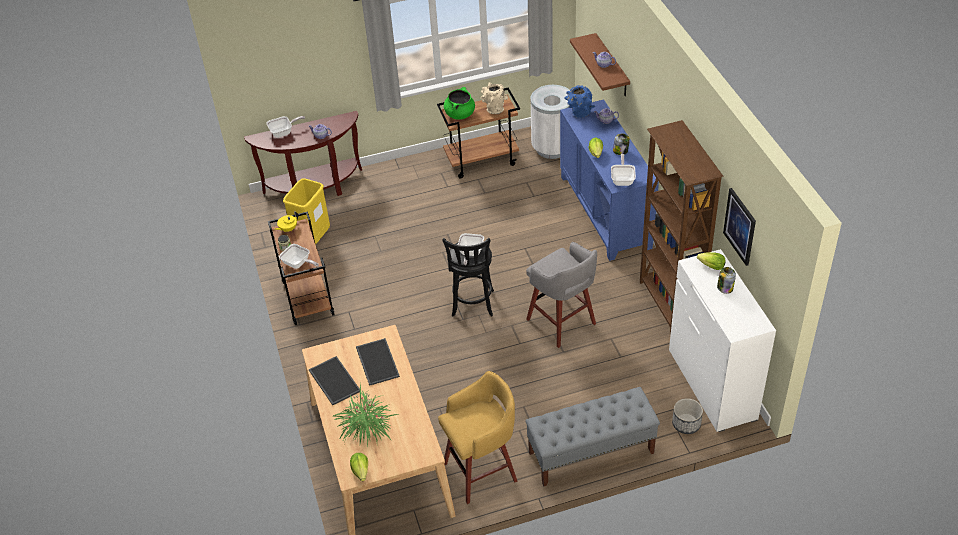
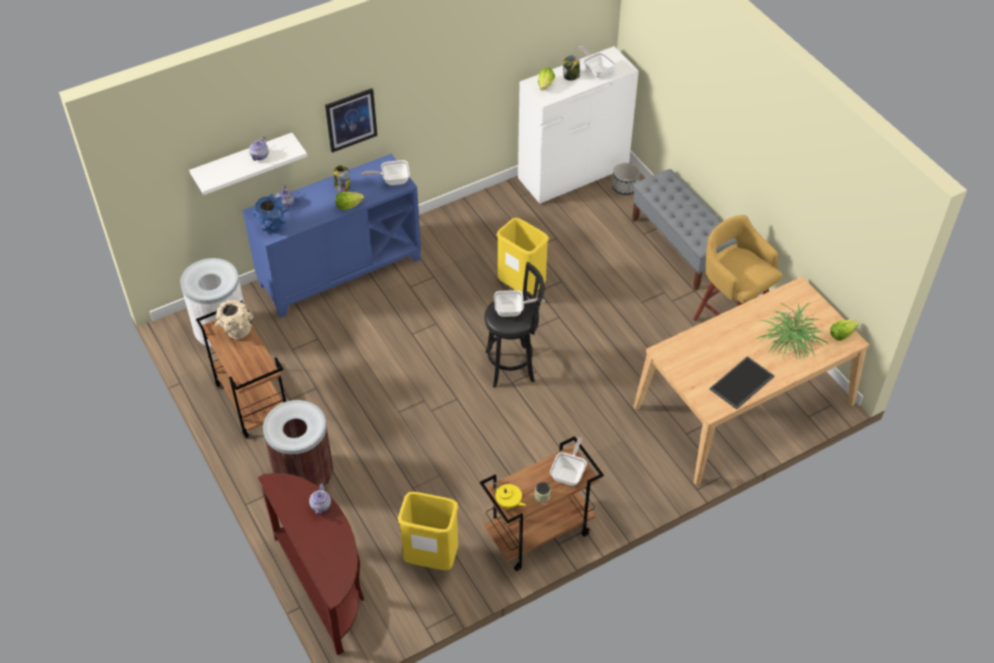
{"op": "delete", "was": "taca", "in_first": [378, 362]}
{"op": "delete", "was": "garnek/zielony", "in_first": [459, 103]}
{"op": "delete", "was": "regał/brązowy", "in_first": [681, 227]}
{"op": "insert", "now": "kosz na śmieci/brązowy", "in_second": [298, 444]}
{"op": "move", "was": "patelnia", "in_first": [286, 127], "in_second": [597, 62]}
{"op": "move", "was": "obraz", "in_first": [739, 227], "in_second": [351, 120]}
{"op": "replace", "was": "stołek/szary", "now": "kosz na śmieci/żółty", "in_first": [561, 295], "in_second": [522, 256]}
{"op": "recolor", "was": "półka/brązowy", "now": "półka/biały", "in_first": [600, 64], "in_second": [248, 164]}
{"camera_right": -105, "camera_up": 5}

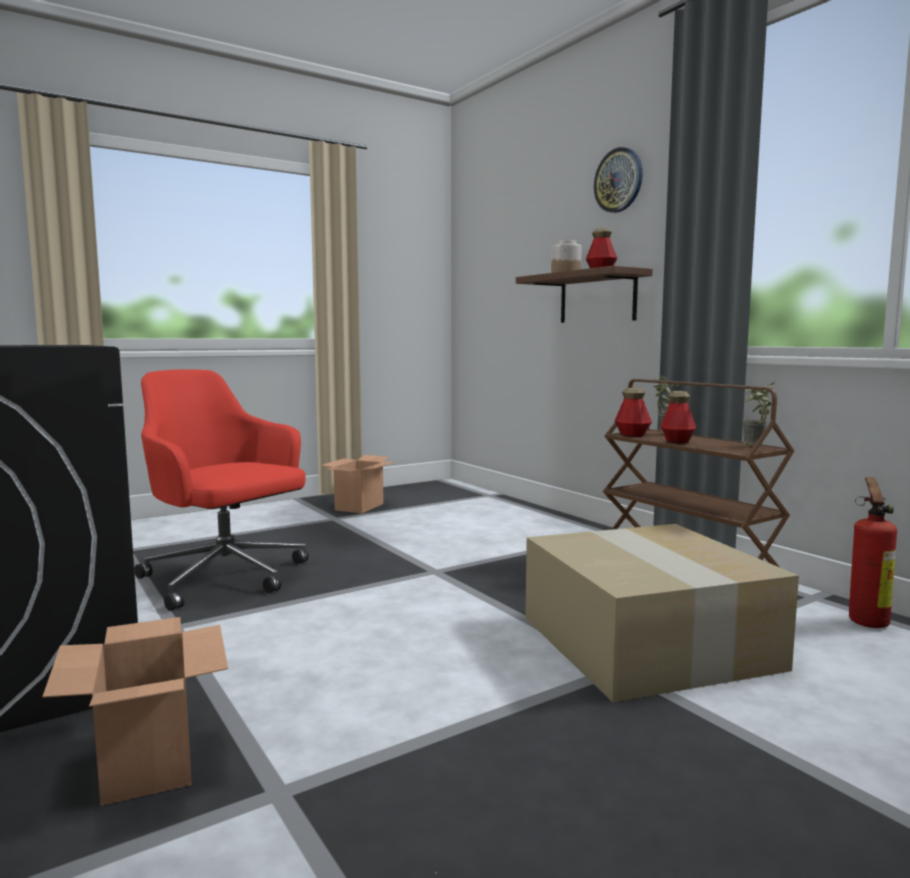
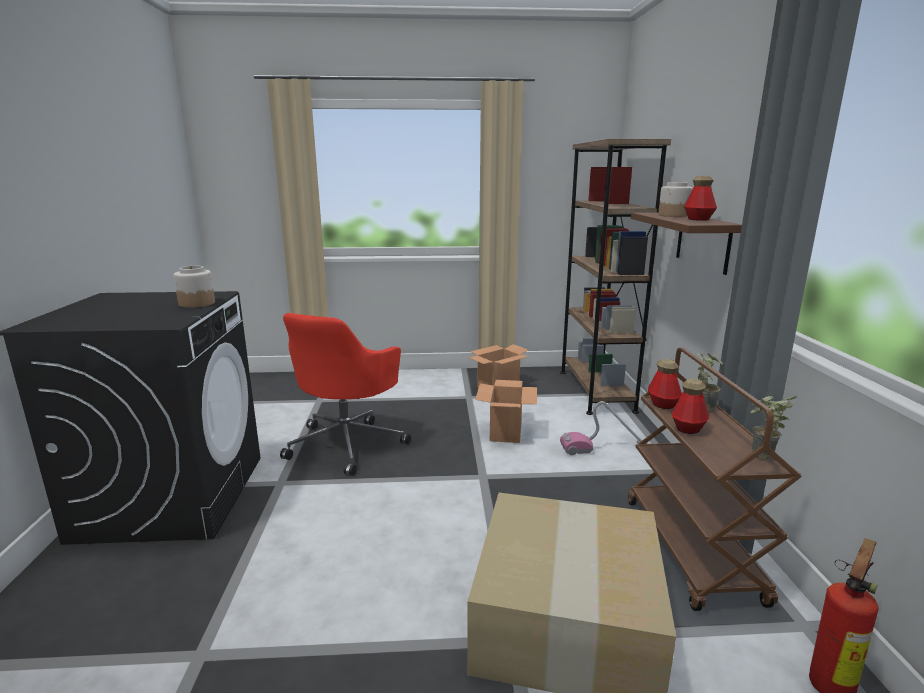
{"op": "delete", "was": "zegar ścienny", "in_first": [618, 180]}
{"op": "insert", "now": "słoik", "in_second": [194, 287]}
{"op": "insert", "now": "regał/brązowy", "in_second": [615, 277]}
{"op": "insert", "now": "odkurzacz", "in_second": [604, 428]}
{"op": "move", "was": "karton", "in_first": [135, 711], "in_second": [506, 411]}
{"op": "rotate", "was": "krzesło biurowe/czerwony", "in_first": [221, 490], "in_second": [345, 394], "clockwise": -135}
{"camera_right": 30, "camera_up": 10}

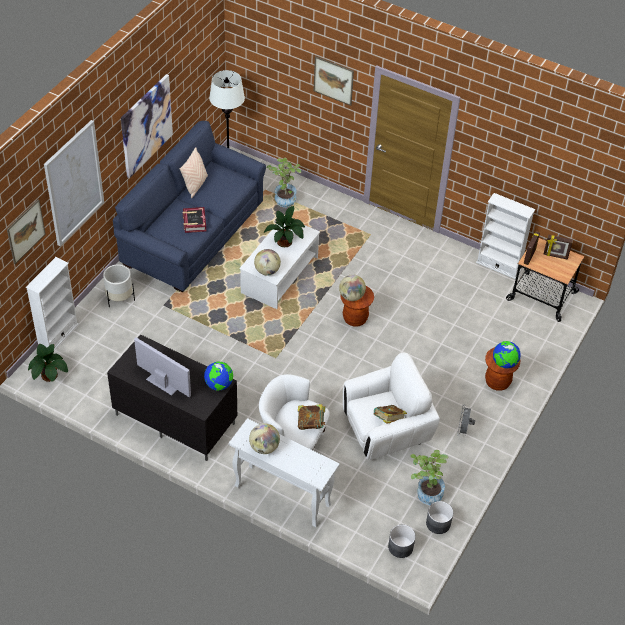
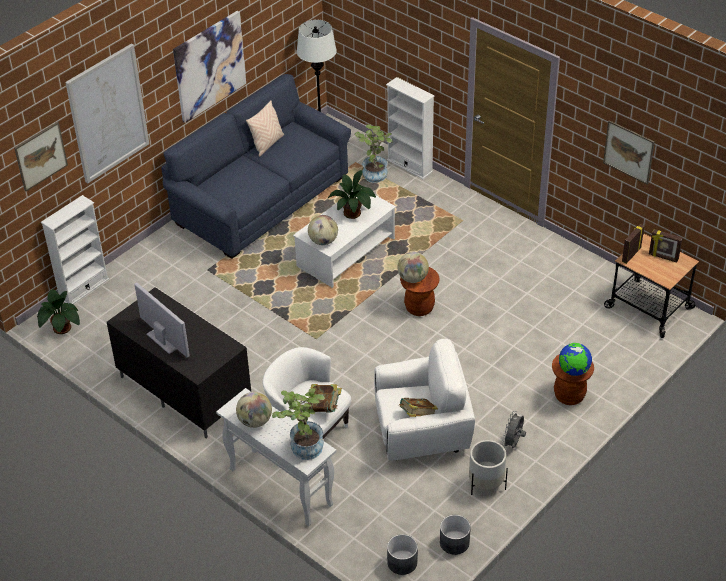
{"op": "delete", "was": "książka", "in_first": [194, 220]}
{"op": "delete", "was": "globus", "in_first": [218, 376]}
{"op": "move", "was": "donica/biały", "in_first": [119, 286], "in_second": [488, 467]}
{"op": "move", "was": "obraz", "in_first": [334, 81], "in_second": [629, 152]}
{"op": "move", "was": "roślina doniczkowa", "in_first": [430, 477], "in_second": [298, 424]}
{"op": "move", "was": "regał/biały", "in_first": [505, 236], "in_second": [410, 128]}
{"camera_right": 15, "camera_up": -5}

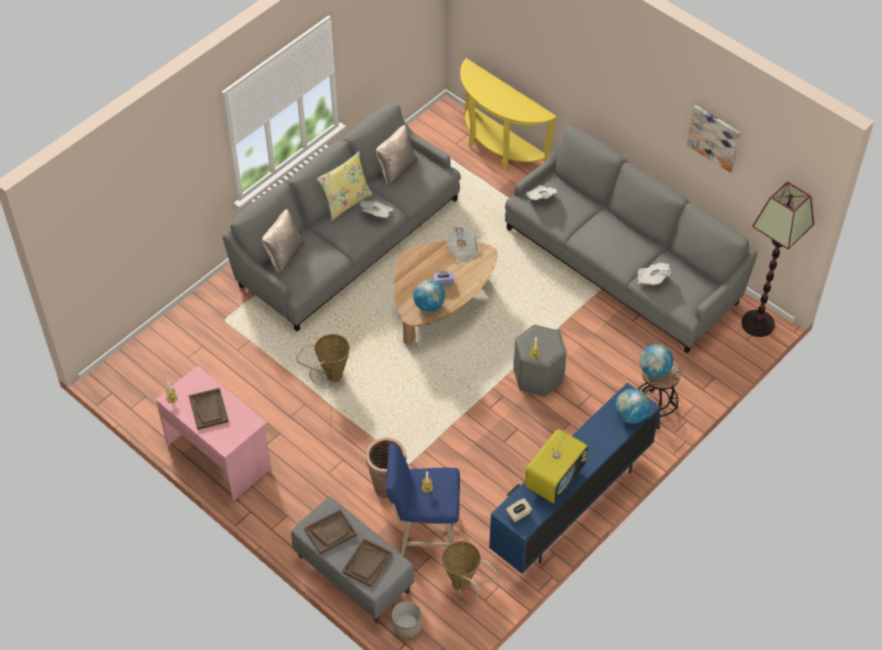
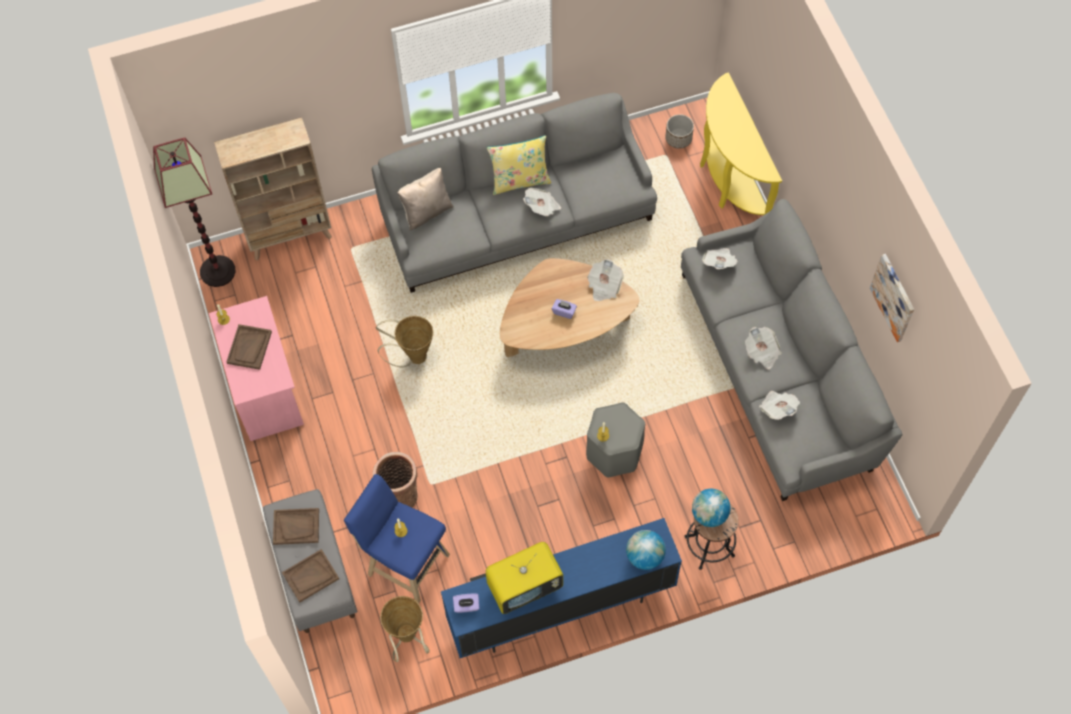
{"op": "delete", "was": "poduszka/beżowy", "in_first": [397, 155]}
{"op": "delete", "was": "globus", "in_first": [429, 296]}
{"op": "insert", "now": "regał/beżowy", "in_second": [273, 189]}
{"op": "insert", "now": "gazeta", "in_second": [763, 348]}
{"op": "move", "was": "donica", "in_first": [407, 619], "in_second": [679, 131]}
{"op": "move", "was": "lampa stojąca", "in_first": [778, 259], "in_second": [194, 212]}
{"op": "recolor", "was": "pudełko chusteczek/beżowy", "now": "pudełko chusteczek/fioletowy", "in_first": [519, 510], "in_second": [466, 603]}
{"camera_right": 30, "camera_up": 10}

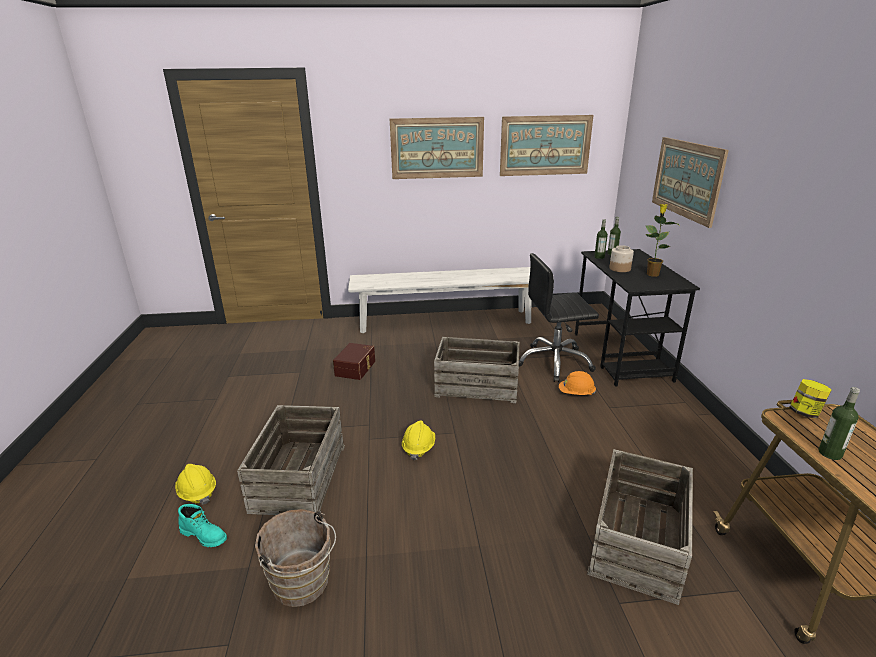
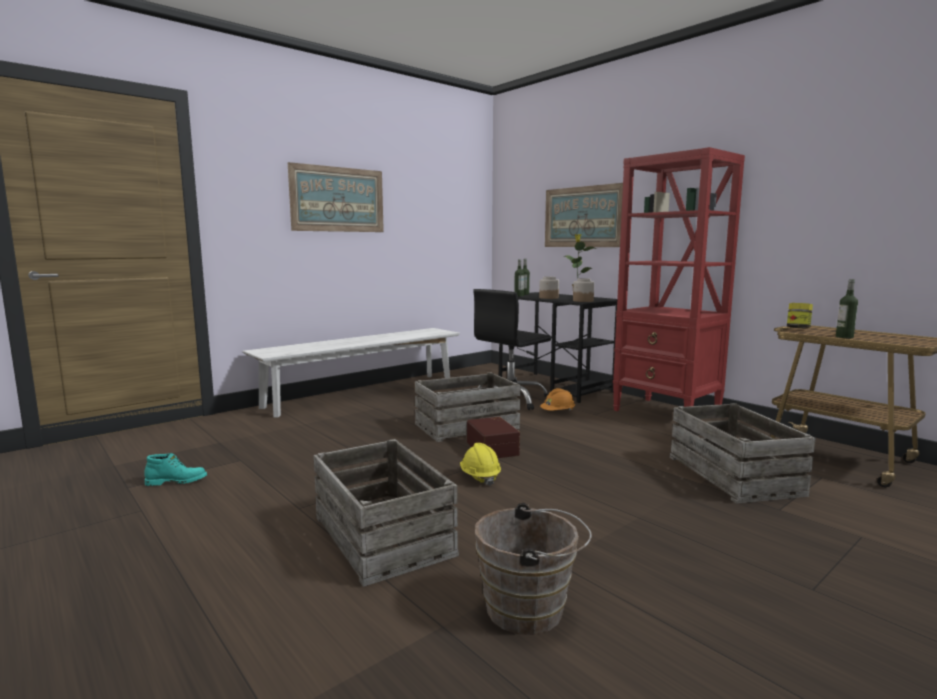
{"op": "delete", "was": "kask/żółty", "in_first": [195, 484]}
{"op": "delete", "was": "obraz", "in_first": [546, 145]}
{"op": "insert", "now": "słoik", "in_second": [583, 290]}
{"op": "insert", "now": "regał/czerwony", "in_second": [679, 279]}
{"op": "move", "was": "but z cholewką/turkusowy", "in_first": [202, 525], "in_second": [175, 469]}
{"op": "move", "was": "pojemnik do przechowywania/brązowy", "in_first": [354, 361], "in_second": [493, 437]}
{"camera_right": -35, "camera_up": -15}

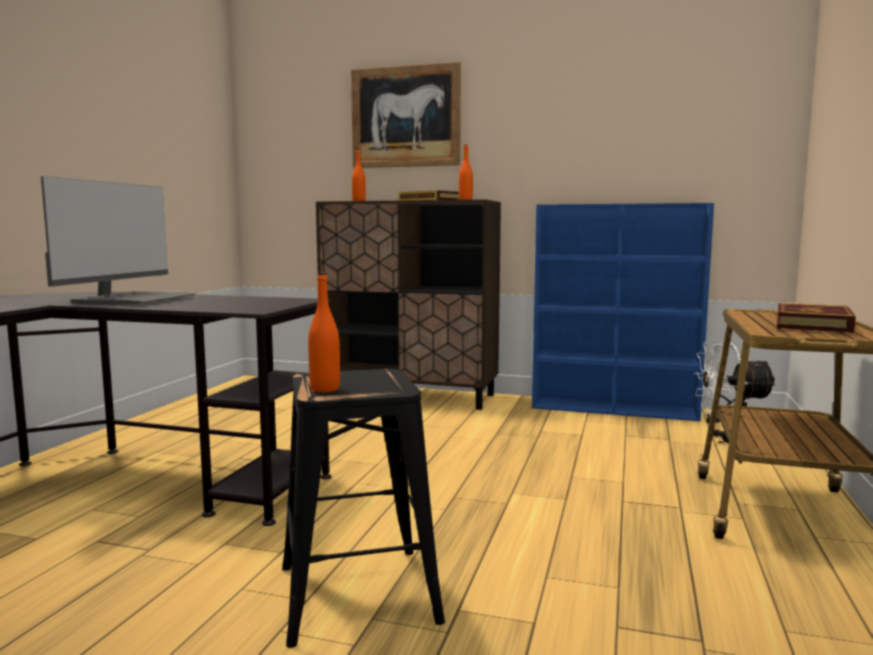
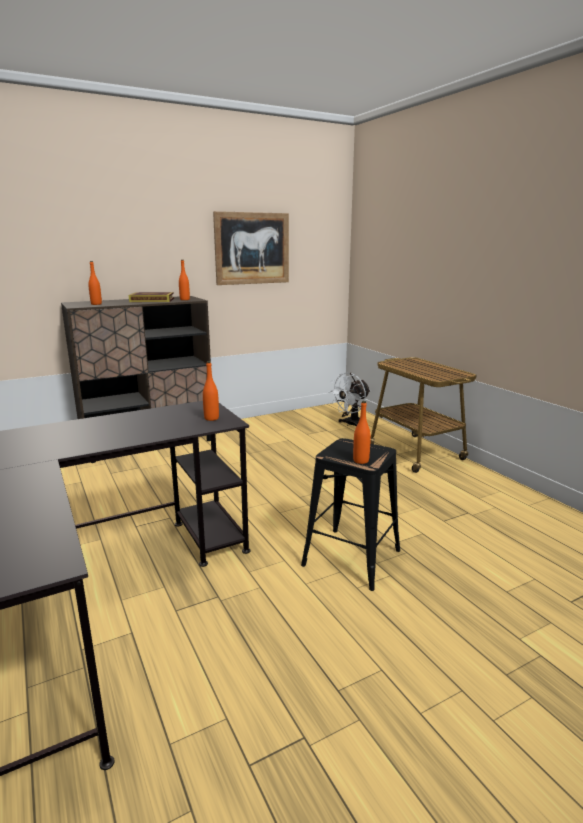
{"op": "delete", "was": "monitor", "in_first": [118, 240]}
{"op": "delete", "was": "regał/niebieski", "in_first": [623, 312]}
{"op": "delete", "was": "książka", "in_first": [816, 318]}
{"op": "insert", "now": "butelka/pomarańczowy", "in_second": [211, 391]}
{"op": "move", "was": "obraz", "in_first": [406, 115], "in_second": [251, 248]}
{"camera_right": -45, "camera_up": 10}

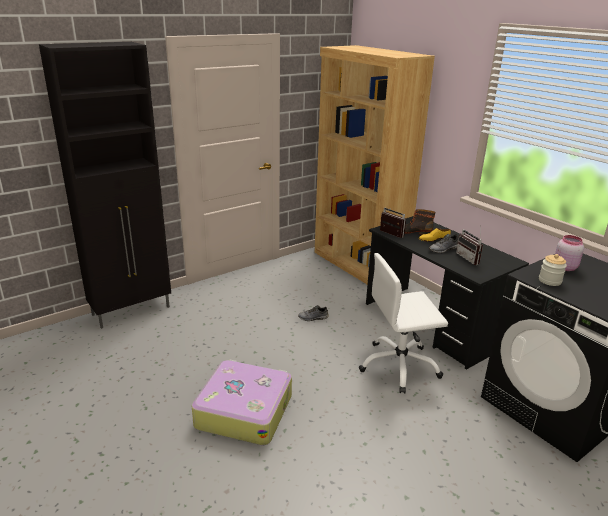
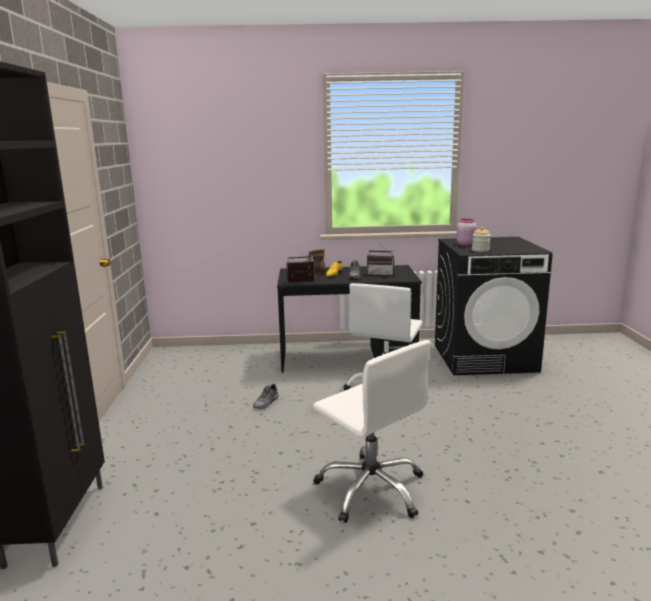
{"op": "delete", "was": "regał/brązowy", "in_first": [375, 165]}
{"op": "replace", "was": "walizka", "now": "krzesło biurowe/biały", "in_first": [242, 402], "in_second": [372, 431]}
{"camera_right": -55, "camera_up": -10}

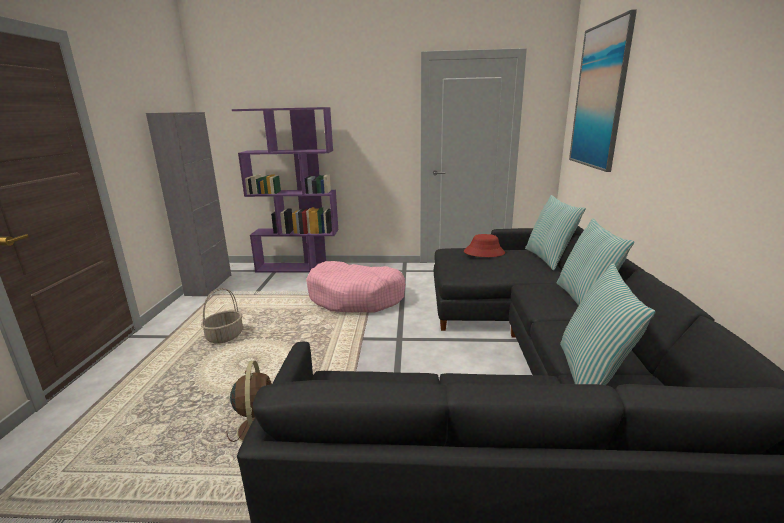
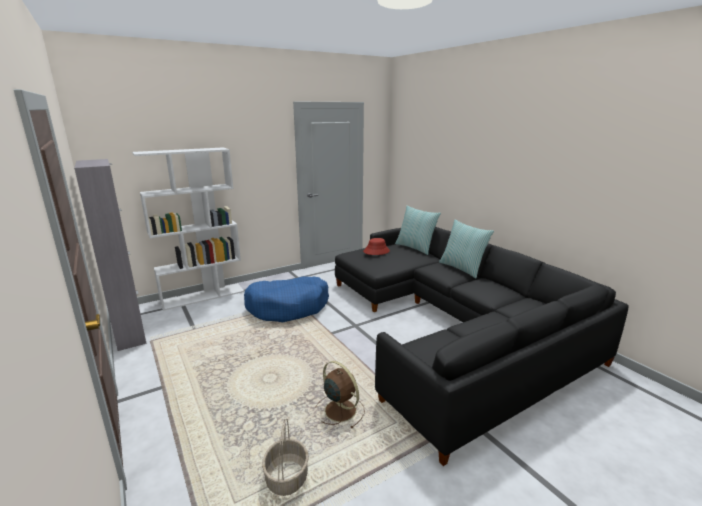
{"op": "delete", "was": "poduszka", "in_first": [608, 324]}
{"op": "delete", "was": "obraz", "in_first": [603, 90]}
{"op": "move", "was": "koszyk", "in_first": [222, 315], "in_second": [285, 457]}
{"op": "recolor", "was": "regał/fioletowy", "now": "regał/biały", "in_first": [285, 189], "in_second": [188, 229]}
{"op": "recolor", "was": "legowisko/różowy", "now": "legowisko/niebieski", "in_first": [356, 286], "in_second": [286, 299]}
{"camera_right": -35, "camera_up": 0}

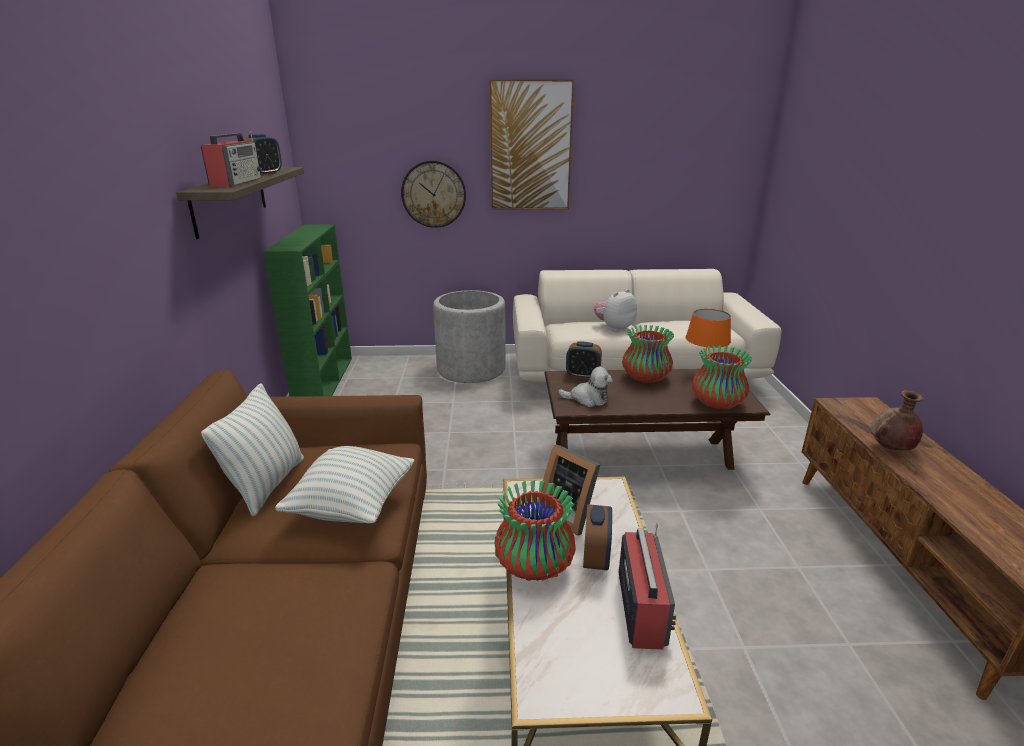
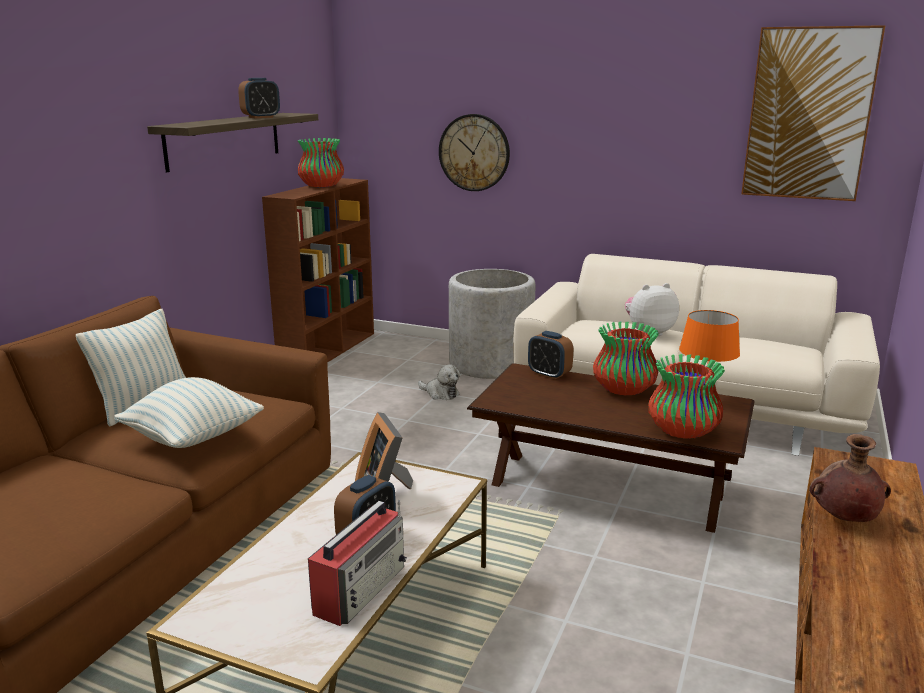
{"op": "delete", "was": "radio", "in_first": [231, 158]}
{"op": "move", "was": "obraz", "in_first": [532, 144], "in_second": [813, 113]}
{"op": "move", "was": "wazon", "in_first": [535, 530], "in_second": [321, 162]}
{"op": "move", "was": "pluszak", "in_first": [585, 386], "in_second": [439, 382]}
{"op": "recolor", "was": "regał/zielony", "now": "regał/brązowy", "in_first": [307, 310], "in_second": [318, 270]}
{"camera_right": 25, "camera_up": -5}

